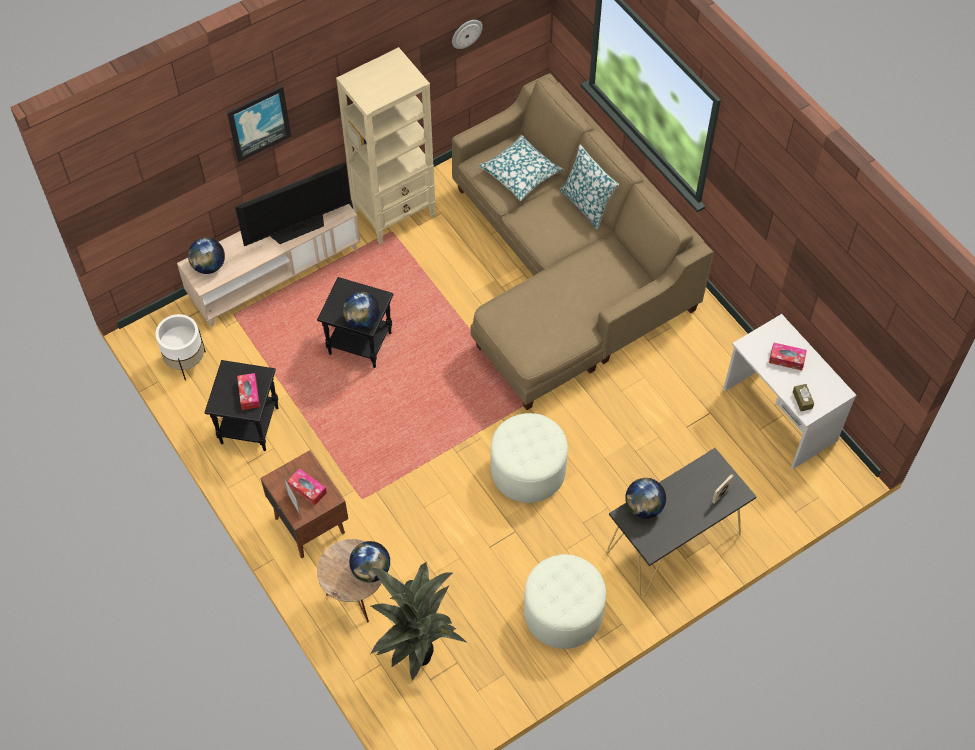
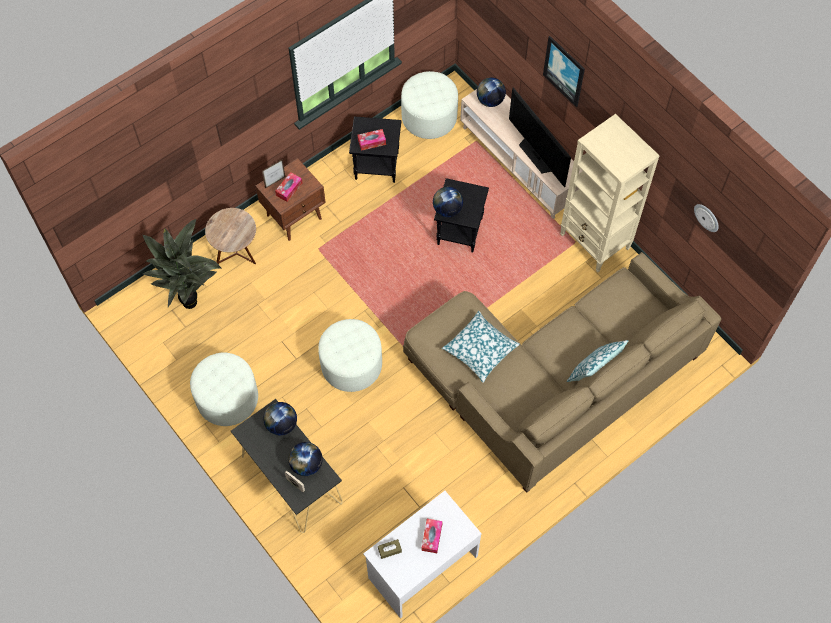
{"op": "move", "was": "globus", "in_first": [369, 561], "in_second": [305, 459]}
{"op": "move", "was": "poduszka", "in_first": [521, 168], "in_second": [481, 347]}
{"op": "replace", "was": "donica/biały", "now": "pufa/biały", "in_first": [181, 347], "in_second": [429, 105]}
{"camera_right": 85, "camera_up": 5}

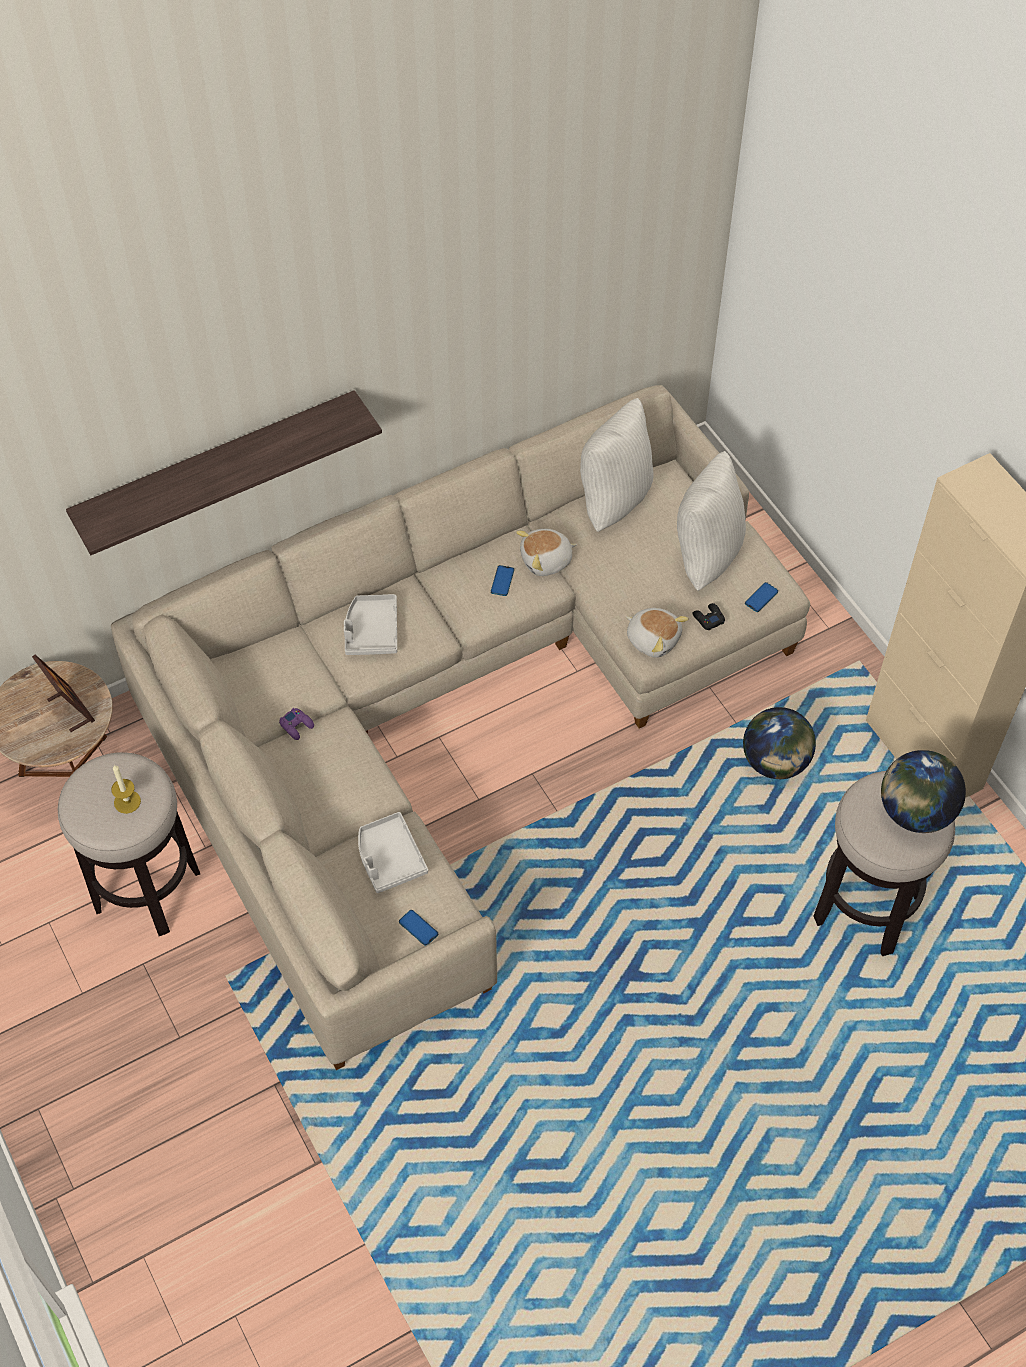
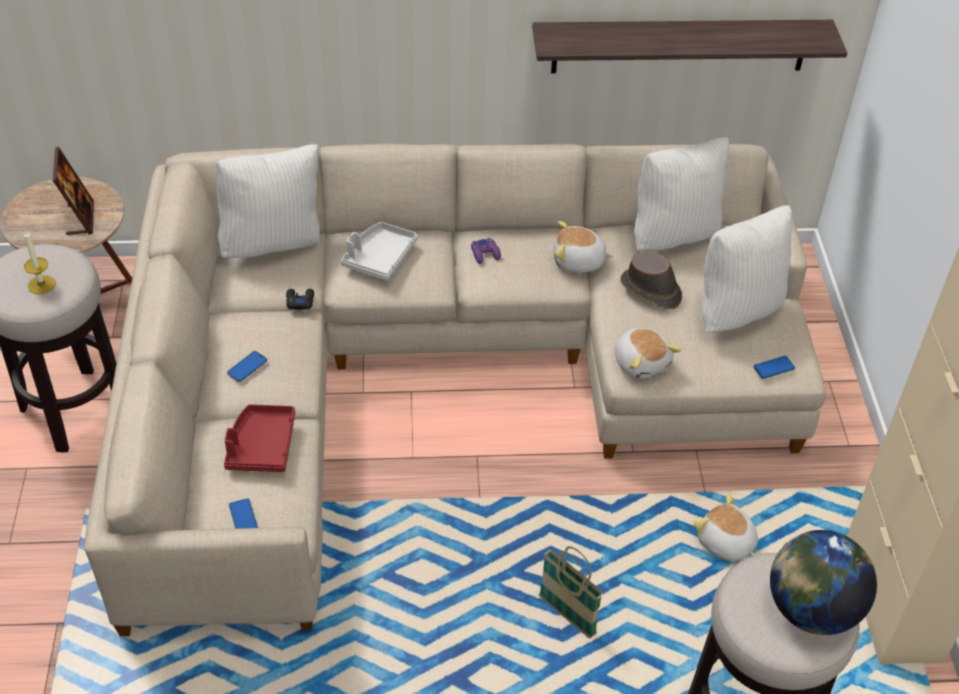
{"op": "insert", "now": "poduszka/biały", "in_second": [268, 201]}
{"op": "insert", "now": "koszyk", "in_second": [571, 592]}
{"op": "insert", "now": "kapelusz/brązowy", "in_second": [651, 280]}
{"op": "move", "was": "półka", "in_first": [224, 472], "in_second": [689, 46]}
{"op": "move", "was": "pad do gier/fioletowy", "in_first": [296, 724], "in_second": [486, 251]}
{"op": "move", "was": "telefon", "in_first": [502, 580], "in_second": [247, 366]}
{"op": "move", "was": "pad do gier/czarny", "in_first": [708, 616], "in_second": [300, 299]}
{"op": "replace", "was": "globus", "now": "pluszak", "in_first": [779, 743], "in_second": [725, 527]}
{"op": "recolor", "was": "taca/szary", "now": "taca/czerwony", "in_first": [393, 852], "in_second": [259, 438]}
{"camera_right": 25, "camera_up": -10}

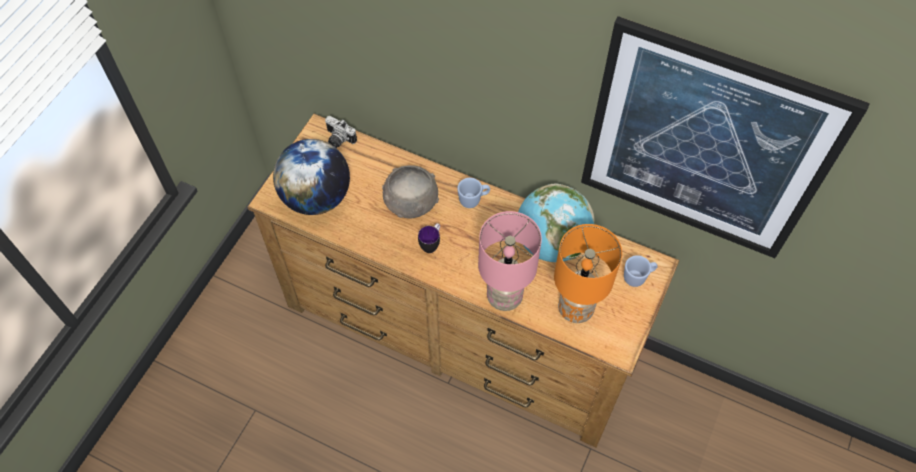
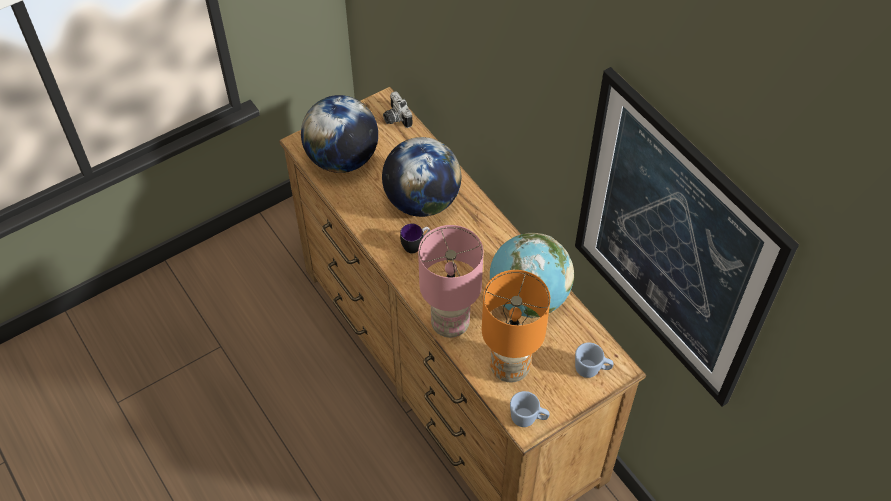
{"op": "move", "was": "kubek/niebieski", "in_first": [473, 193], "in_second": [529, 409]}
{"op": "replace", "was": "miska/szary", "now": "globus", "in_first": [410, 191], "in_second": [421, 177]}
{"camera_right": 30, "camera_up": -5}

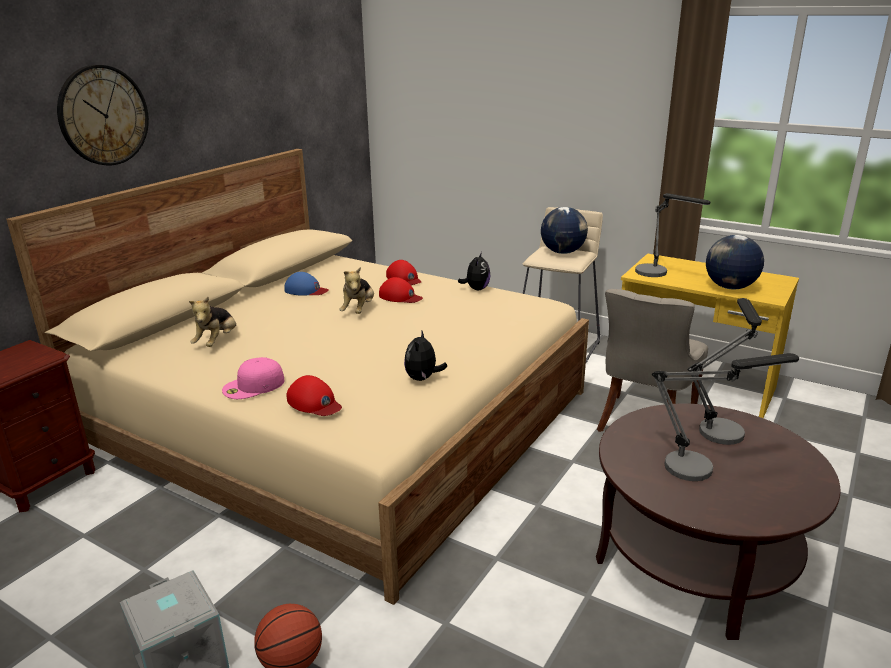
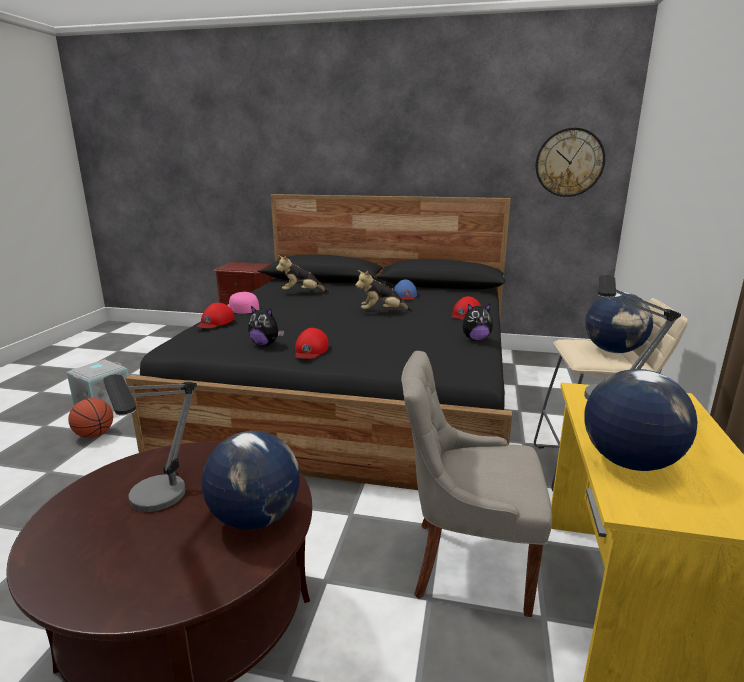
{"op": "move", "was": "zegar ścienny", "in_first": [103, 115], "in_second": [570, 162]}
{"op": "move", "was": "czapka z daszkiem/czerwony", "in_first": [401, 290], "in_second": [312, 343]}
{"op": "replace", "was": "lampa stołowa", "now": "globus", "in_first": [725, 371], "in_second": [251, 480]}
{"op": "recolor", "was": "łóżko/beżowy", "now": "łóżko/czarny", "in_first": [297, 377], "in_second": [319, 342]}
{"op": "rotate", "was": "pluszak", "in_first": [425, 356], "in_second": [266, 326], "clockwise": -150}
{"camera_right": 70, "camera_up": -5}

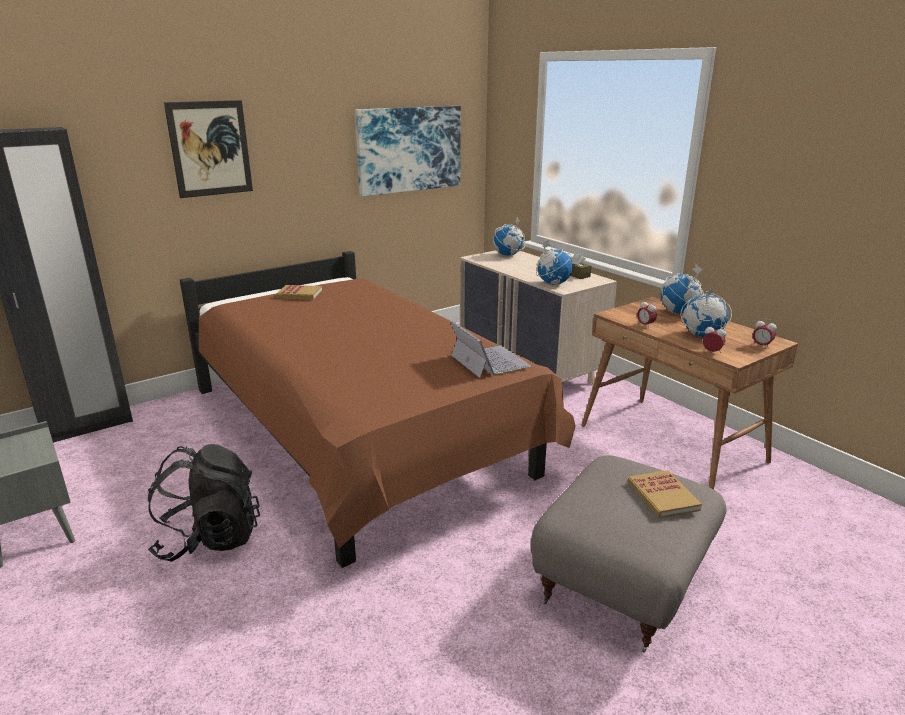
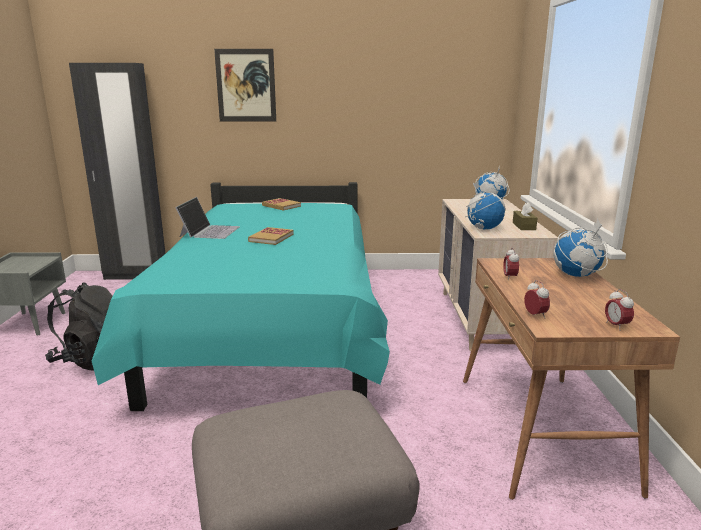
{"op": "delete", "was": "obraz", "in_first": [408, 151]}
{"op": "delete", "was": "globus", "in_first": [706, 311]}
{"op": "move", "was": "laptop", "in_first": [490, 349], "in_second": [207, 218]}
{"op": "move", "was": "książka", "in_first": [665, 494], "in_second": [271, 236]}
{"op": "recolor", "was": "łóżko/brązowy", "now": "łóżko/turkusowy", "in_first": [378, 409], "in_second": [241, 296]}
{"camera_right": 35, "camera_up": -5}

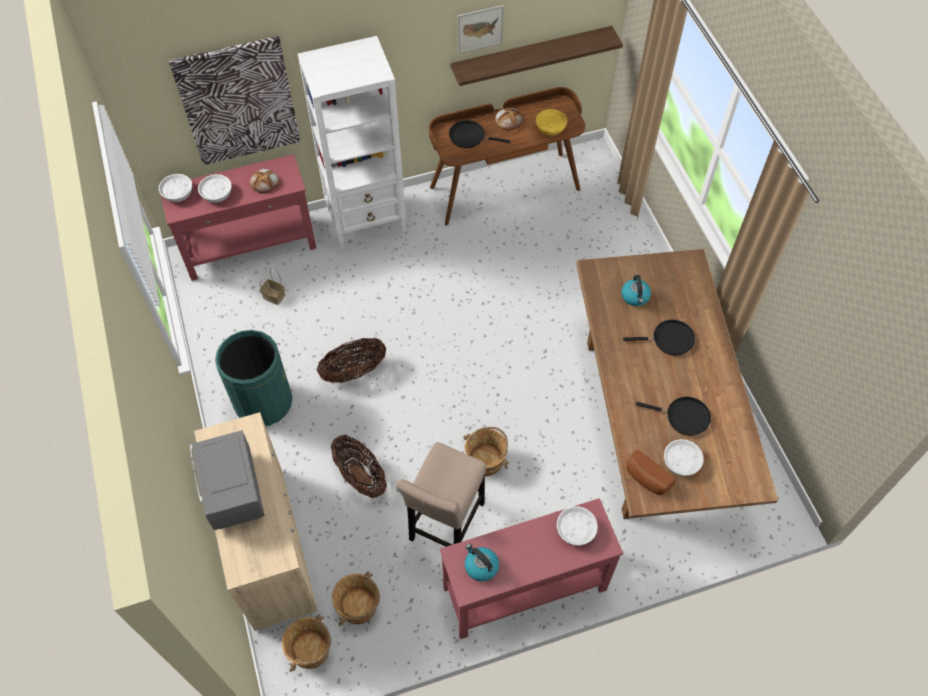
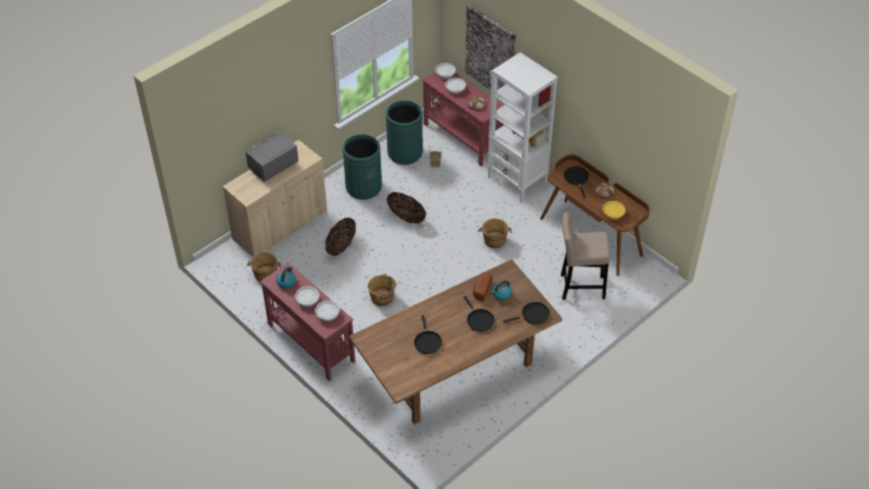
{"op": "delete", "was": "półka", "in_first": [536, 56]}
{"op": "delete", "was": "obraz", "in_first": [481, 29]}
{"op": "insert", "now": "kosz na śmieci/zielony", "in_second": [404, 133]}
{"op": "insert", "now": "patelnia/czarny", "in_second": [526, 313]}
{"op": "move", "was": "wiadro/brązowy", "in_first": [306, 643], "in_second": [495, 233]}
{"op": "move", "was": "stołek/beżowy", "in_first": [441, 494], "in_second": [585, 256]}
{"op": "move", "was": "chleb", "in_first": [651, 472], "in_second": [482, 286]}
{"op": "move", "was": "miska/biały", "in_first": [684, 457], "in_second": [307, 296]}
{"camera_right": 65, "camera_up": -10}

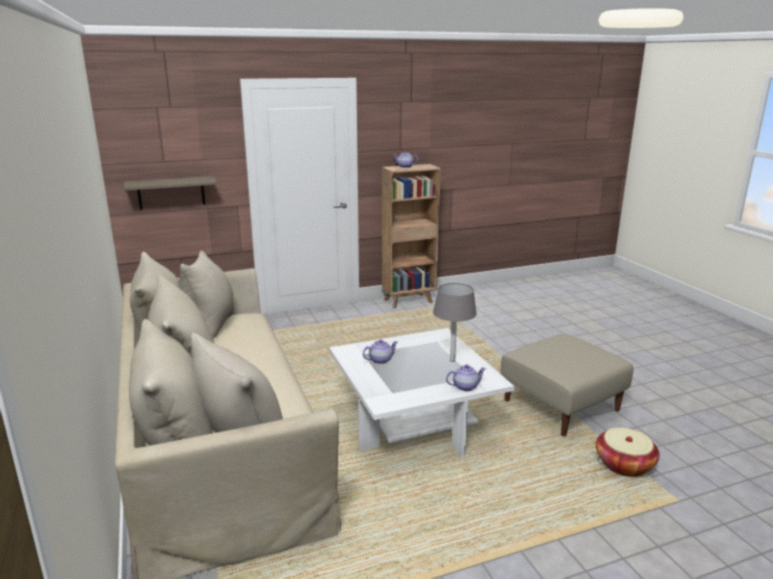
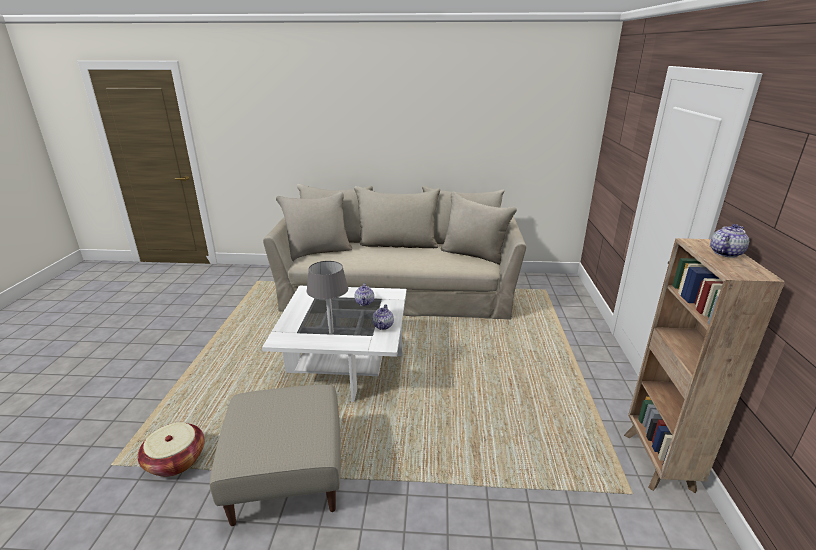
{"op": "delete", "was": "półka", "in_first": [170, 193]}
{"op": "move", "was": "imbryk", "in_first": [466, 378], "in_second": [383, 317]}
{"camera_right": 115, "camera_up": 5}

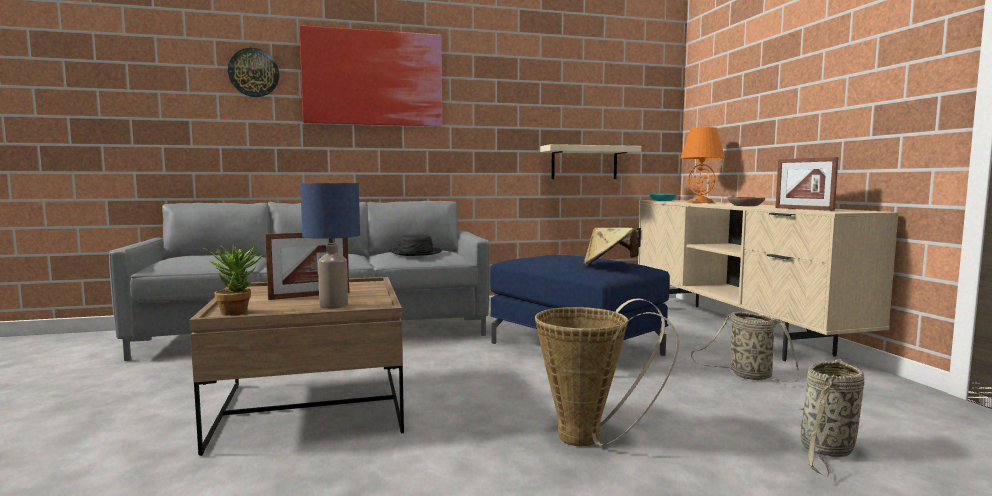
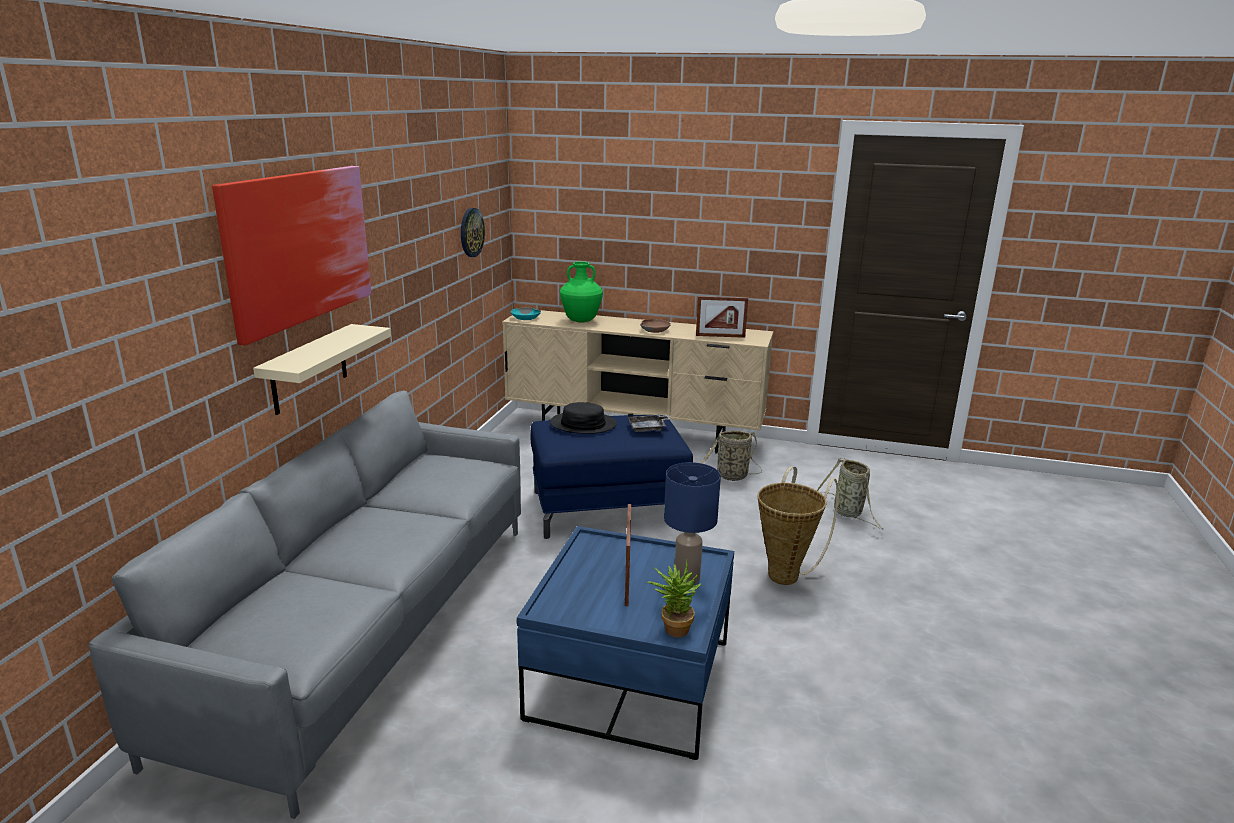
{"op": "move", "was": "zegar ścienny", "in_first": [253, 72], "in_second": [473, 232]}
{"op": "move", "was": "kapelusz/czarny", "in_first": [416, 245], "in_second": [583, 418]}
{"op": "move", "was": "półka/beżowy", "in_first": [590, 161], "in_second": [322, 369]}
{"op": "replace", "was": "kapelusz/beżowy", "now": "taca/szary", "in_first": [611, 247], "in_second": [649, 422]}
{"op": "replace", "was": "lampa stołowa/pomarańczowy", "now": "wazon/zielony", "in_first": [702, 165], "in_second": [581, 292]}
{"op": "recolor", "was": "ława/brązowy", "now": "ława/niebieski", "in_first": [296, 366], "in_second": [625, 643]}
{"camera_right": -60, "camera_up": 15}

